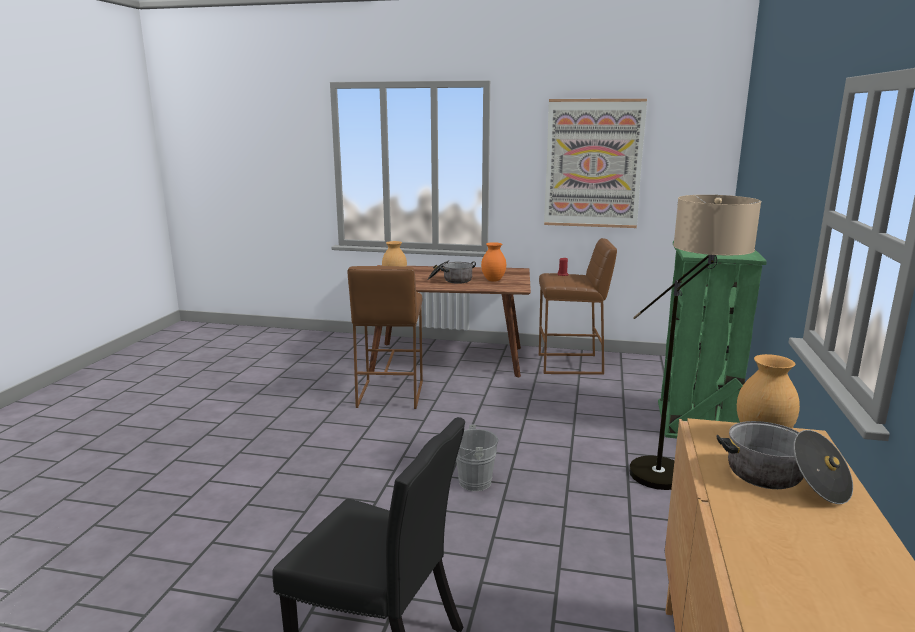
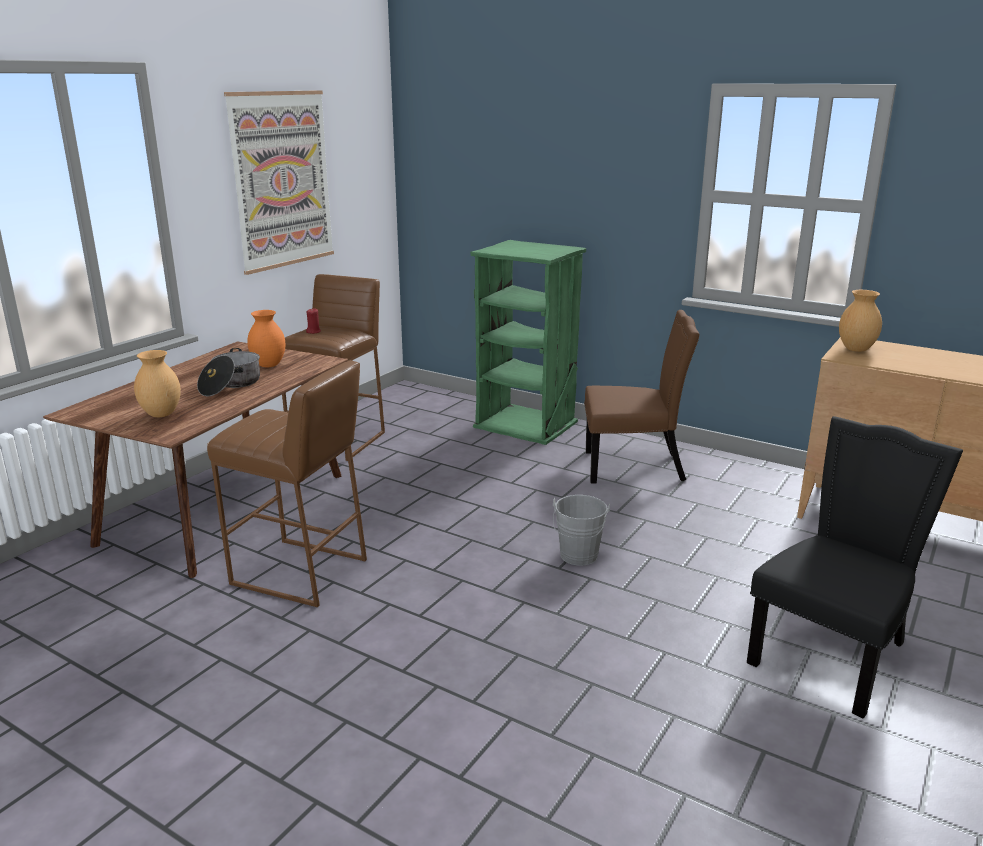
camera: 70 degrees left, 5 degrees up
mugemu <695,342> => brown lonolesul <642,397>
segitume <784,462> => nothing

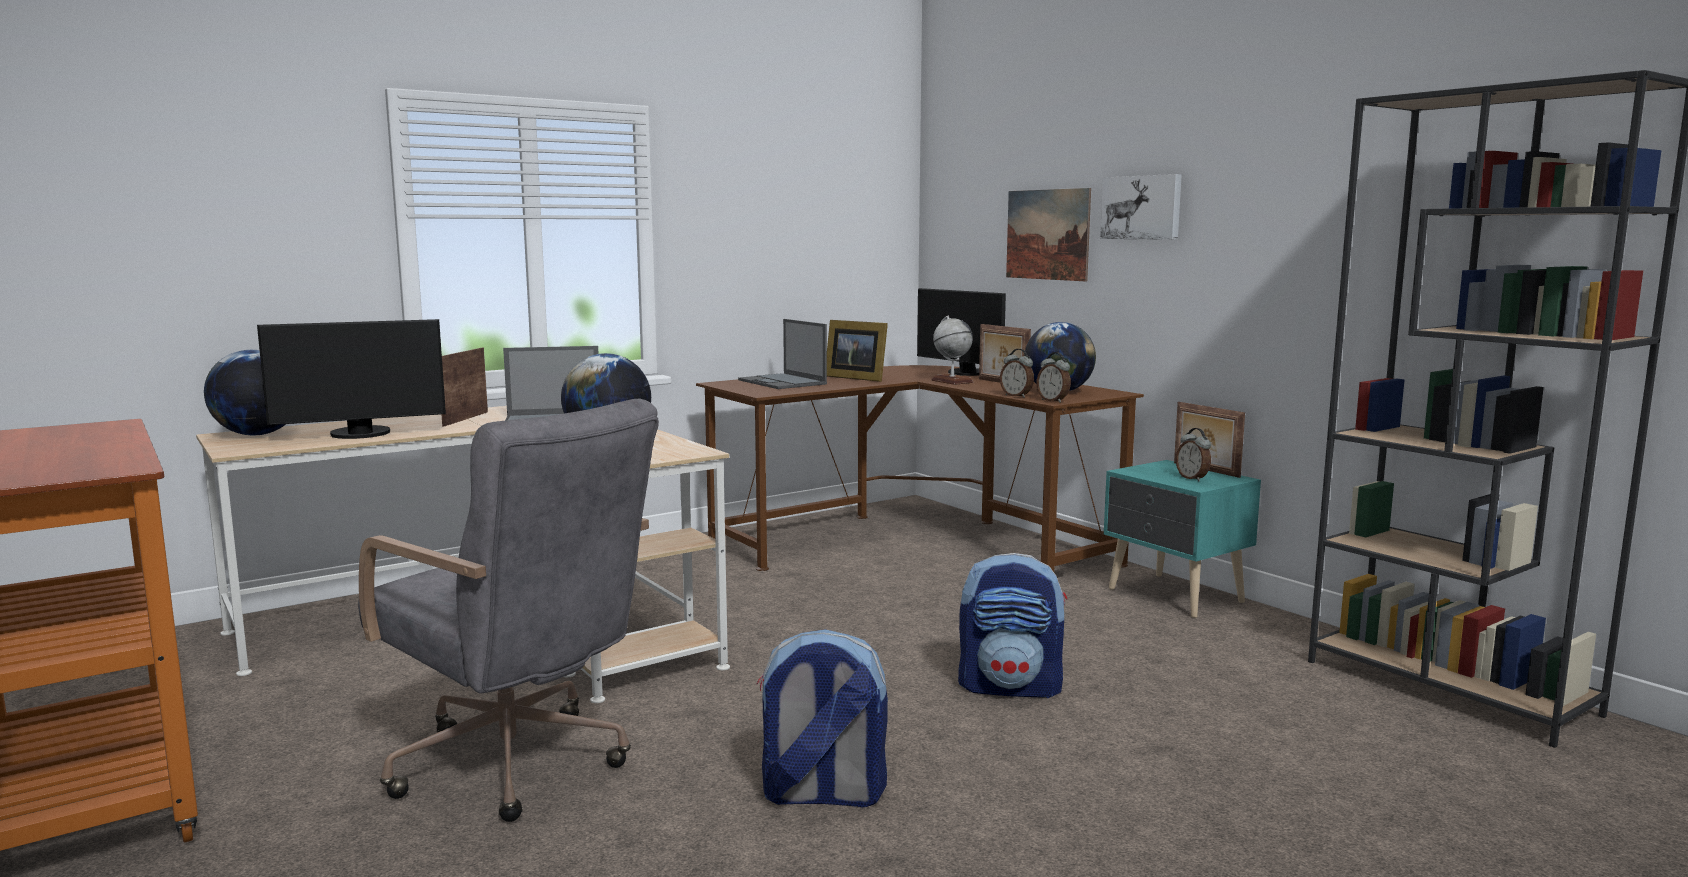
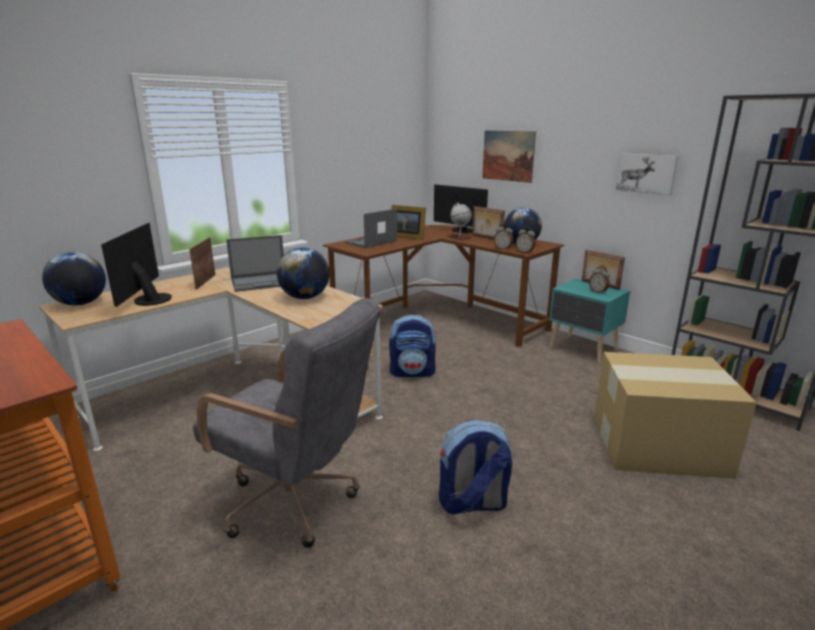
camera: 10 degrees left, 10 degrees up
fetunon <351,379> => fetunon <136,265>, 120 degrees clockwise
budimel <782,354> => budimel <371,228>, 90 degrees clockwise
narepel <1012,626> => narepel <413,345>, relocated
nothing => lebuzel <675,415>
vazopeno <1141,207> => vazopeno <647,174>, relocated

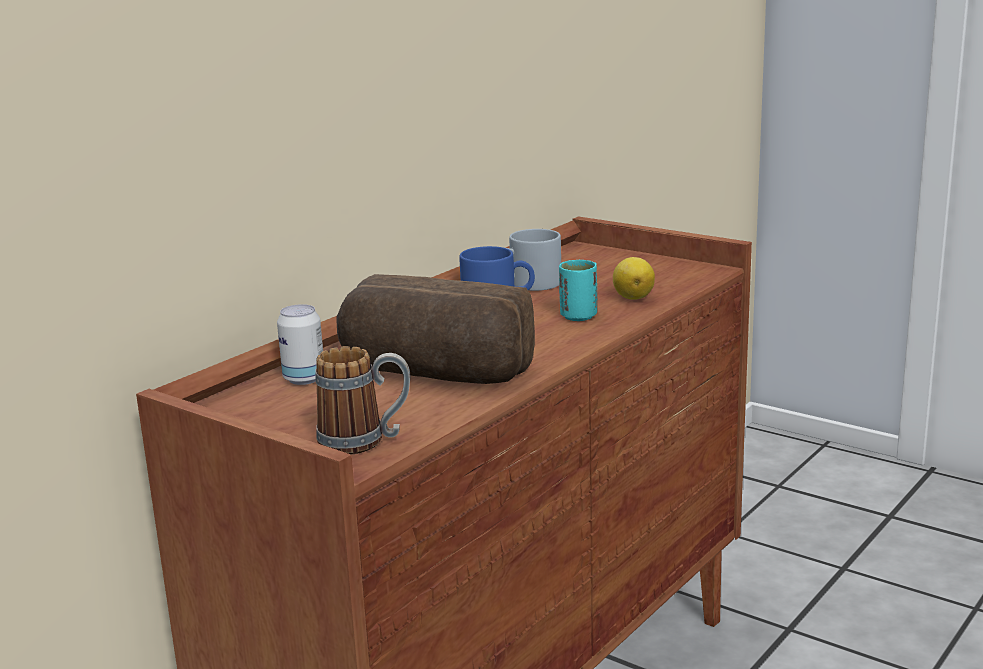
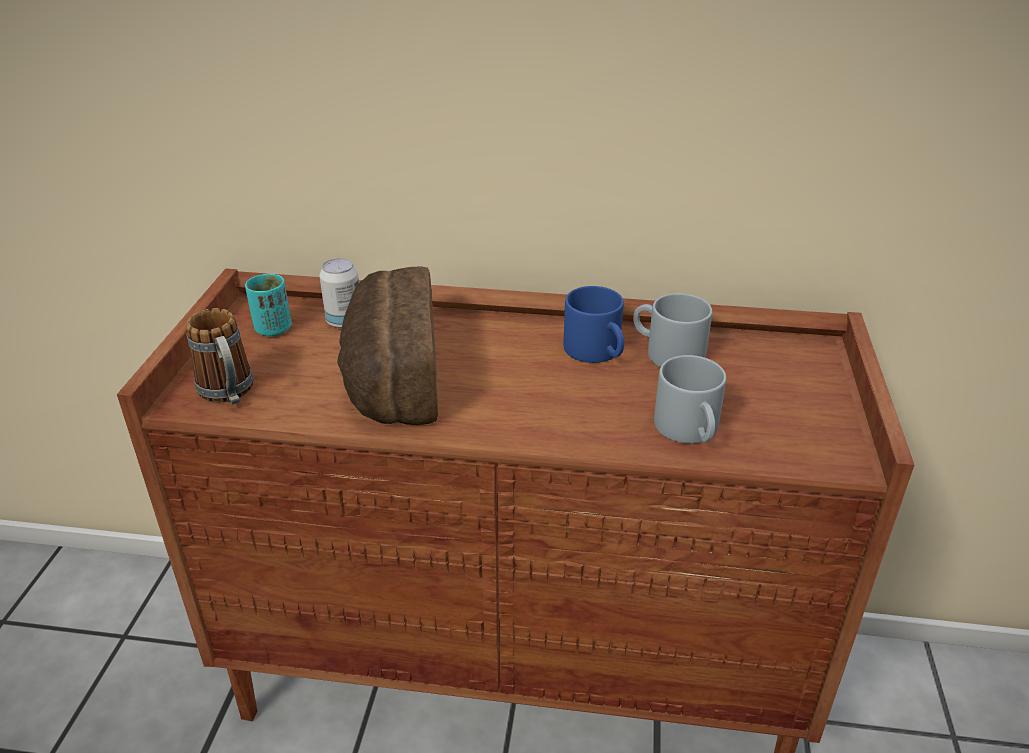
camera: 60 degrees right, 15 degrees up
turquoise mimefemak <578,290> => turquoise mimefemak <268,305>, relocated
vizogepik <634,278> => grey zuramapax <690,399>

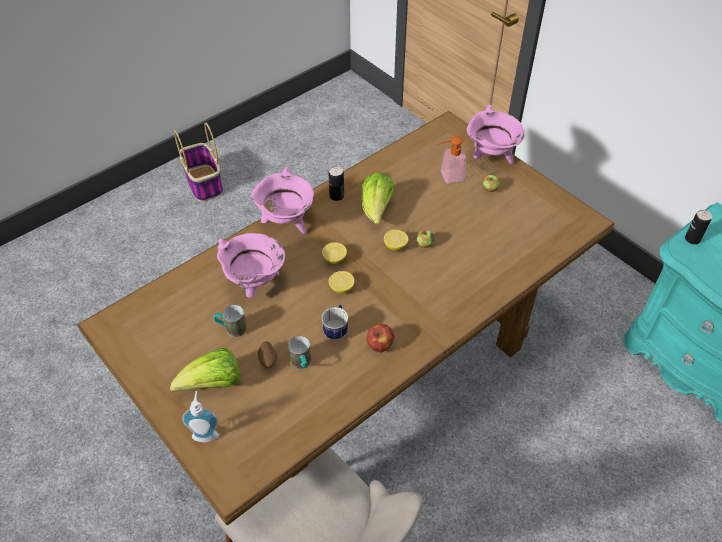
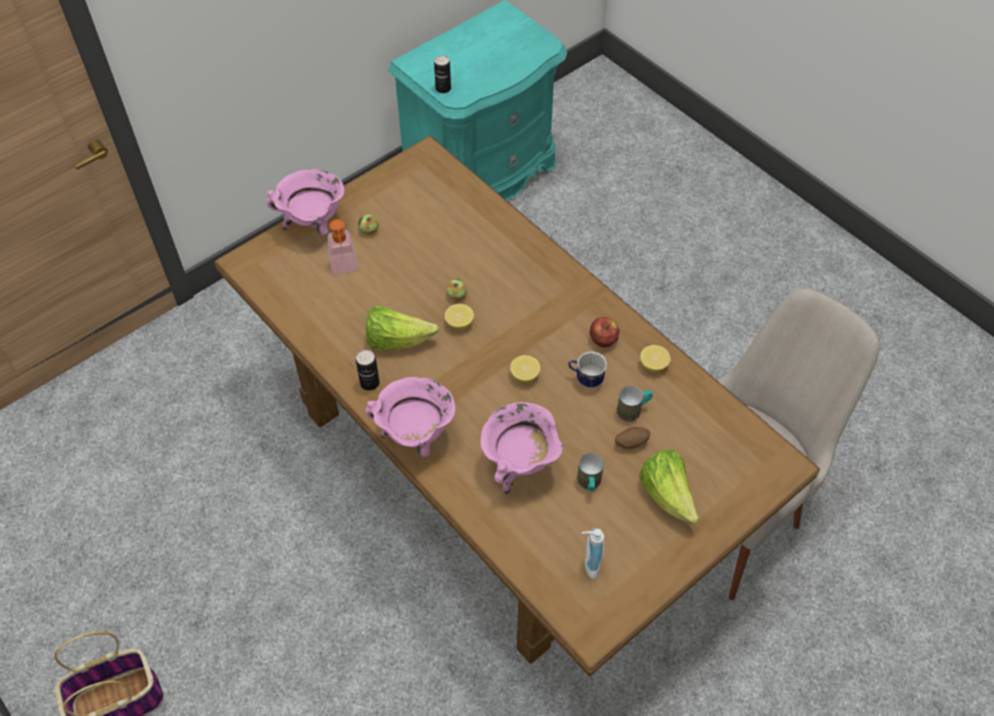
camera: 90 degrees left, 5 degrees up
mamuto <200,416> => mamuto <593,553>, relocated
vizogepik <334,253> => vizogepik <655,358>, relocated

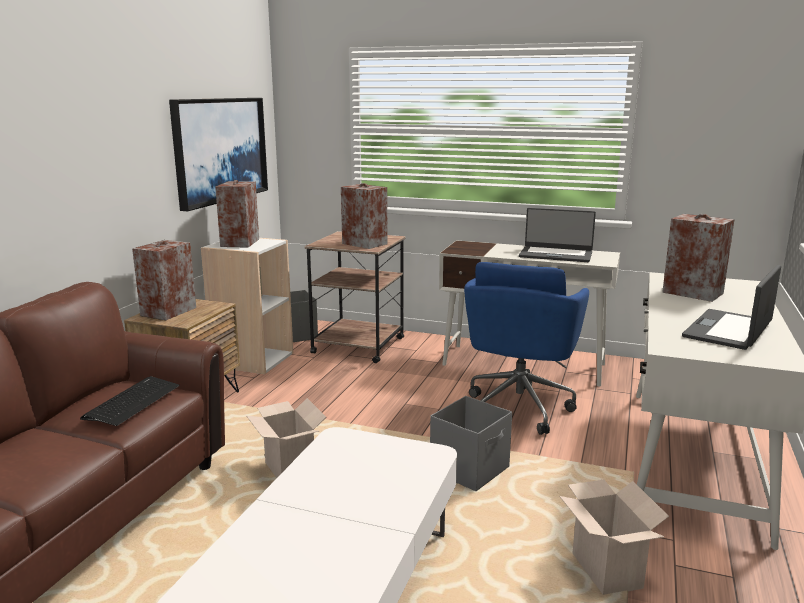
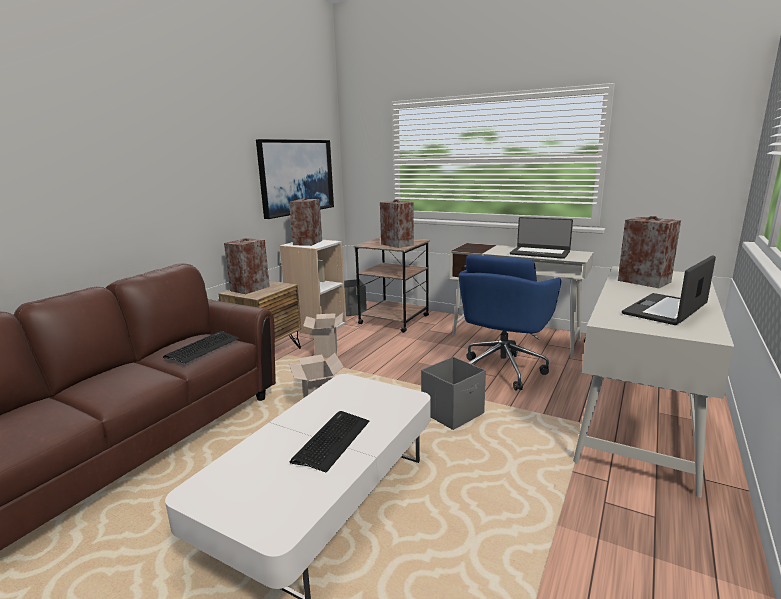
camera: 10 degrees right, 0 degrees up
nothing => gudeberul <329,442>
lebuzel <614,537> => lebuzel <323,335>, relocated

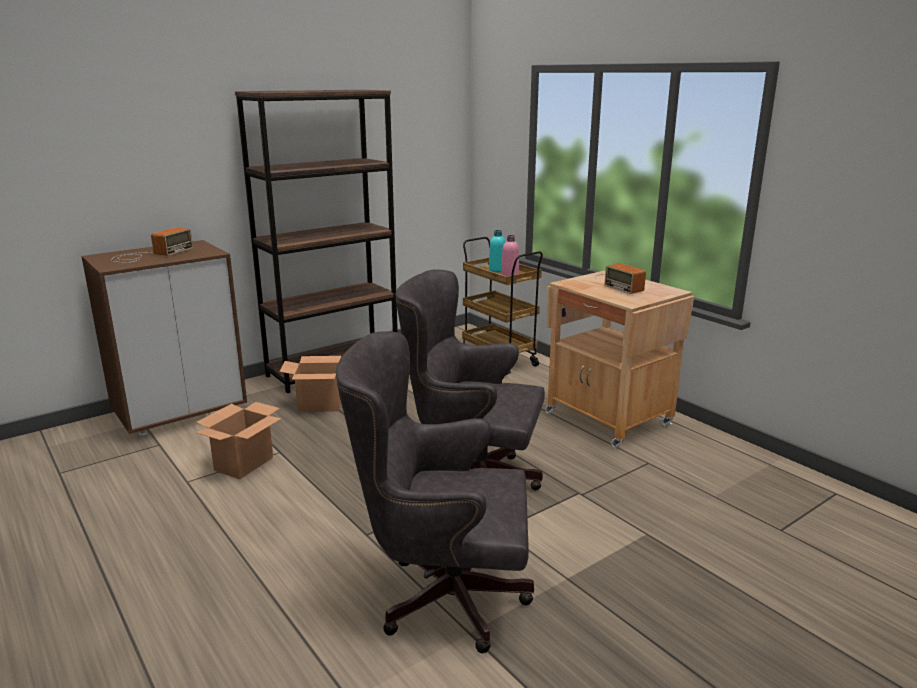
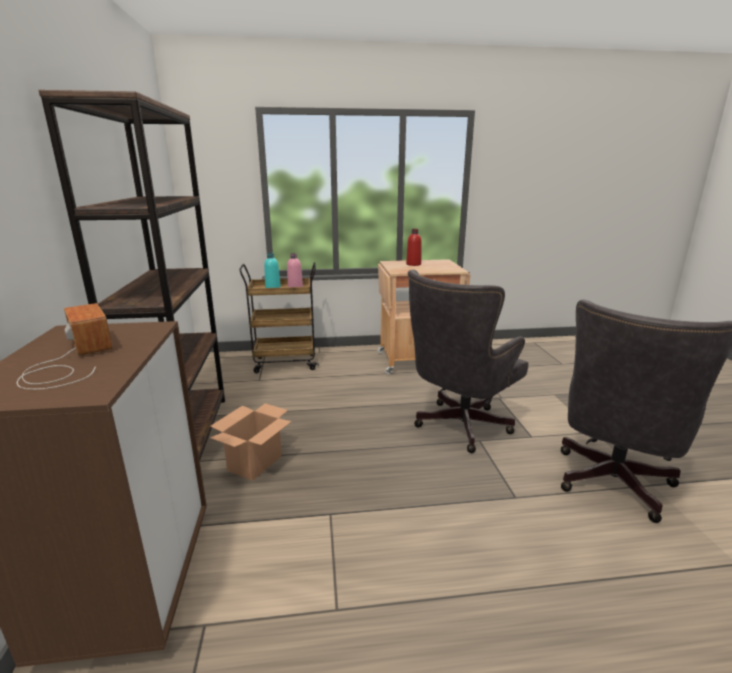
camera: 60 degrees left, 0 degrees up
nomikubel <620,278> => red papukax <414,247>
lebuzel <238,440> => nothing

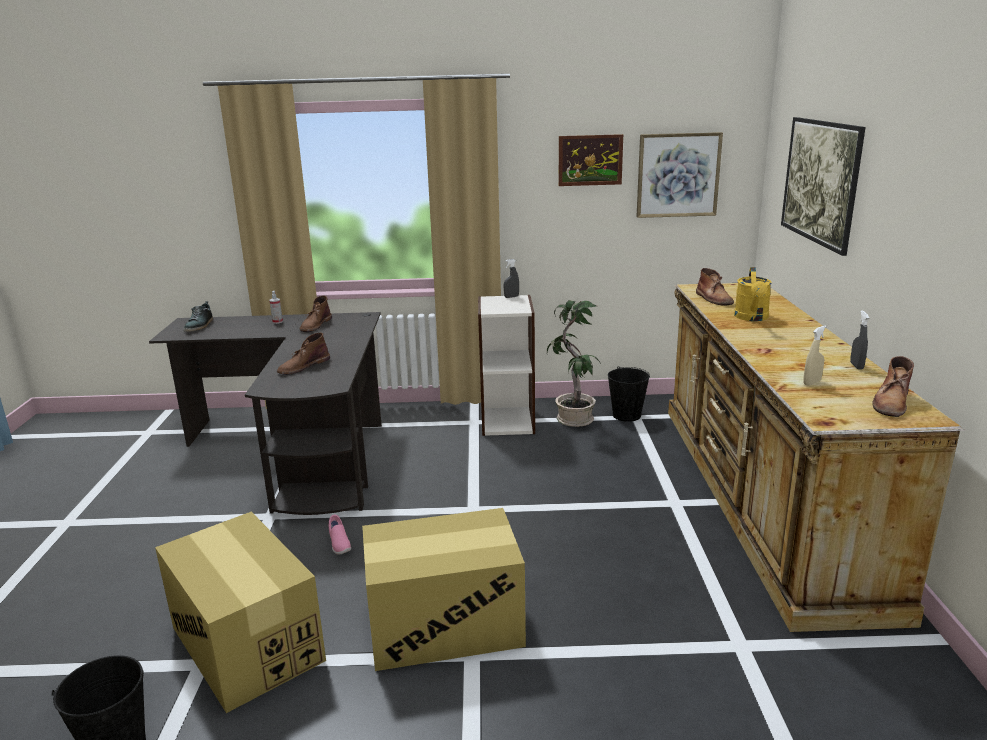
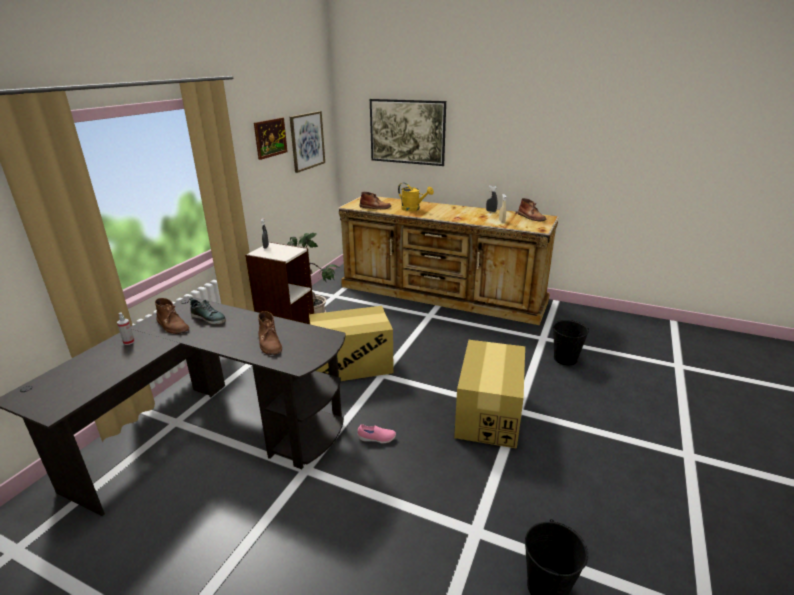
camera: 65 degrees left, 5 degrees up
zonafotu <198,316> => zonafotu <207,311>, relocated
lebuzel <240,612> => lebuzel <351,343>, relocated
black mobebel <629,394> => black mobebel <571,342>, relocated

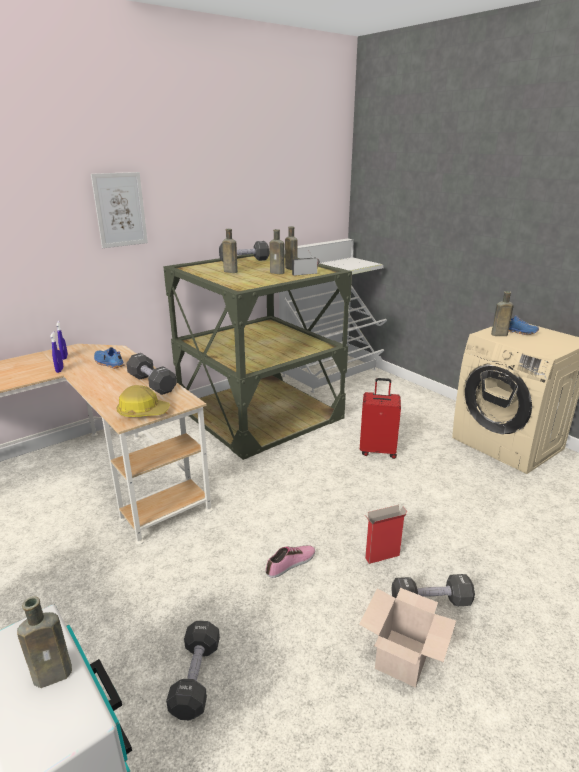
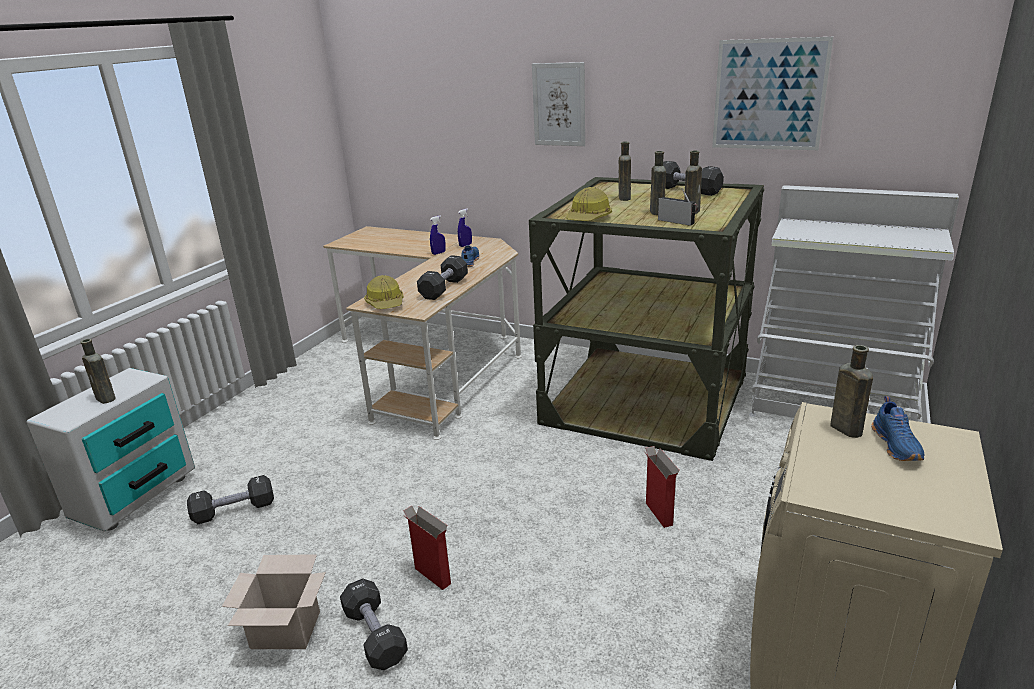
camera: 65 degrees right, 0 degrees up
nothing => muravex <589,204>
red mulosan <380,418> => lebuzel <662,487>
nothing => vazopeno <772,93>
zonafotu <290,562> => nothing

